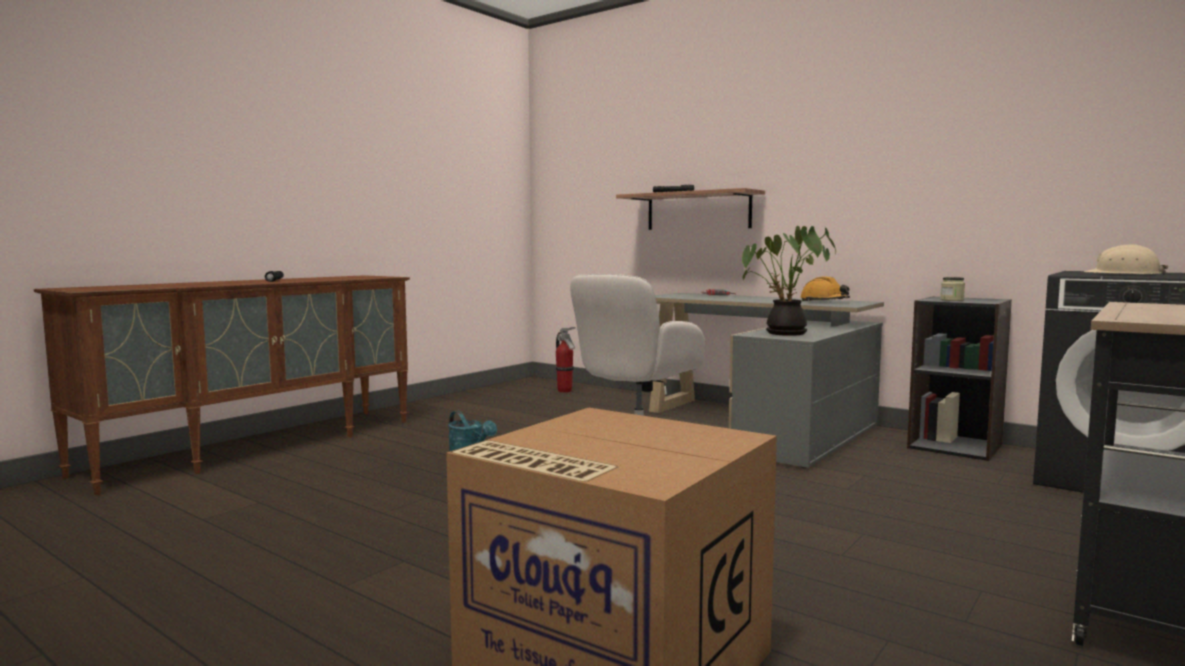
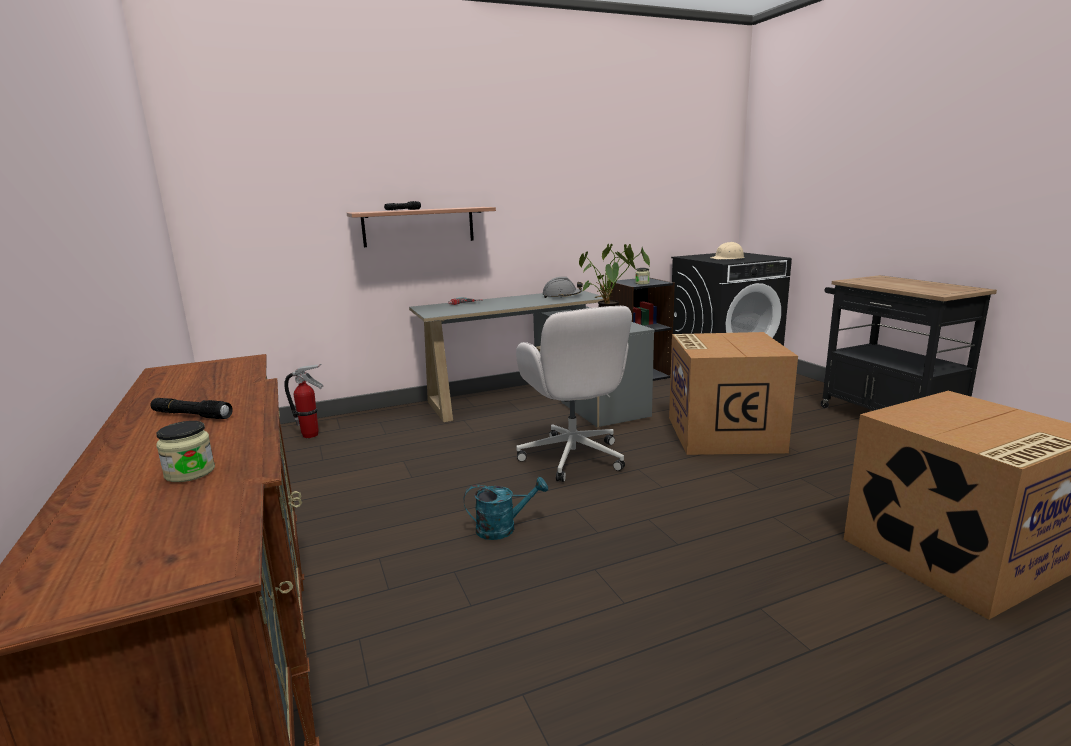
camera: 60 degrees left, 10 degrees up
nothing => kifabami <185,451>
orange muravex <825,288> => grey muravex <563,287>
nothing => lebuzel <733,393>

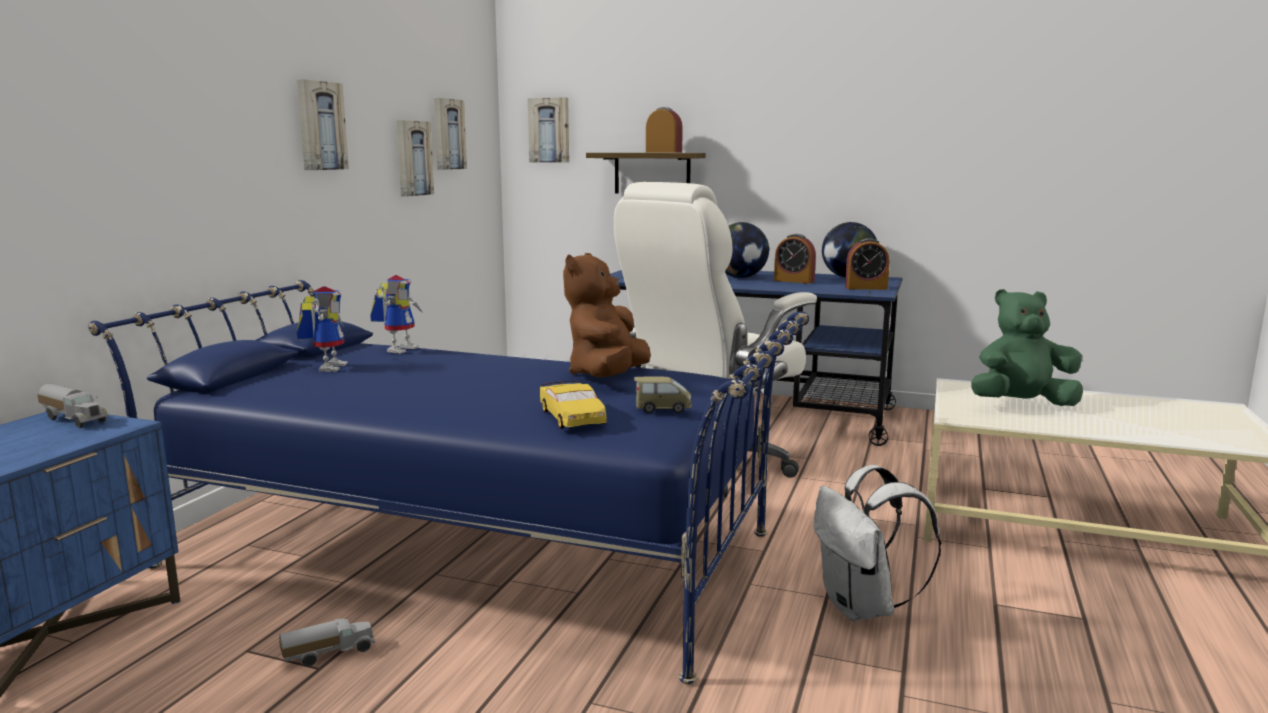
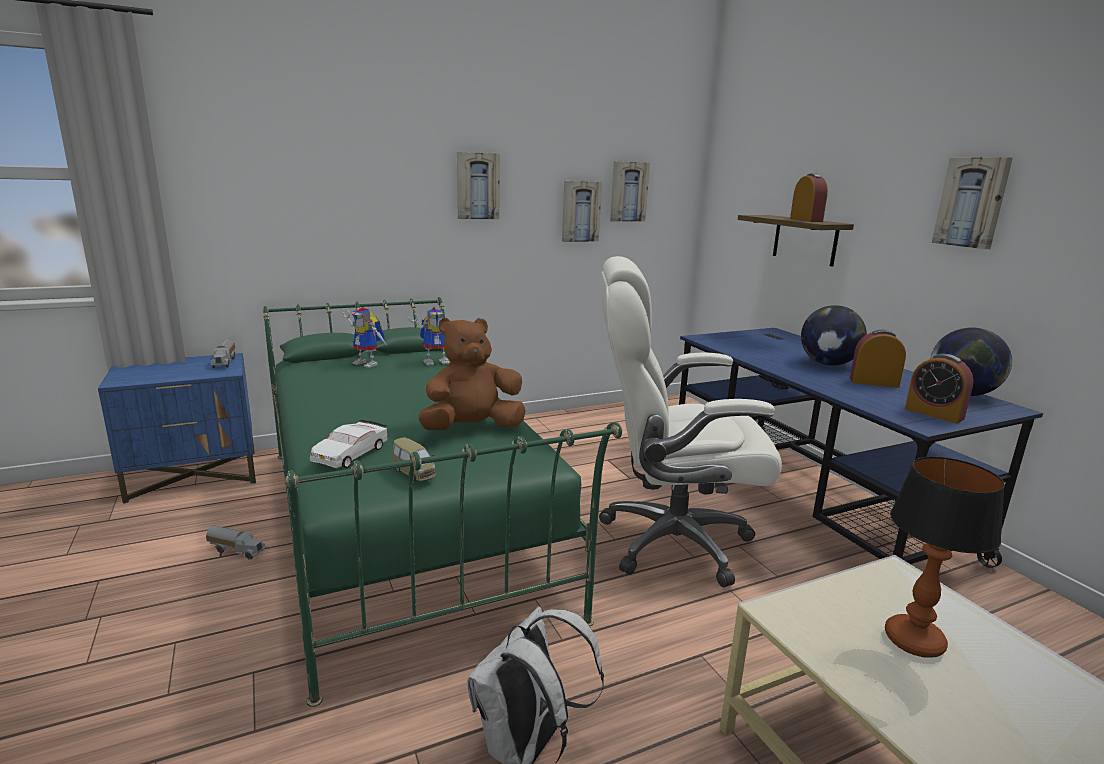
camera: 45 degrees right, 5 degrees up
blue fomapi <448,482> => green fomapi <442,502>
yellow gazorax <573,405> => white gazorax <348,444>
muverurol <322,329> => muverurol <365,337>, 75 degrees clockwise
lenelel <795,259> => lenelel <878,359>, 120 degrees clockwise
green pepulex <1027,347> => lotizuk <945,557>
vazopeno <548,130> => vazopeno <972,203>, relocated

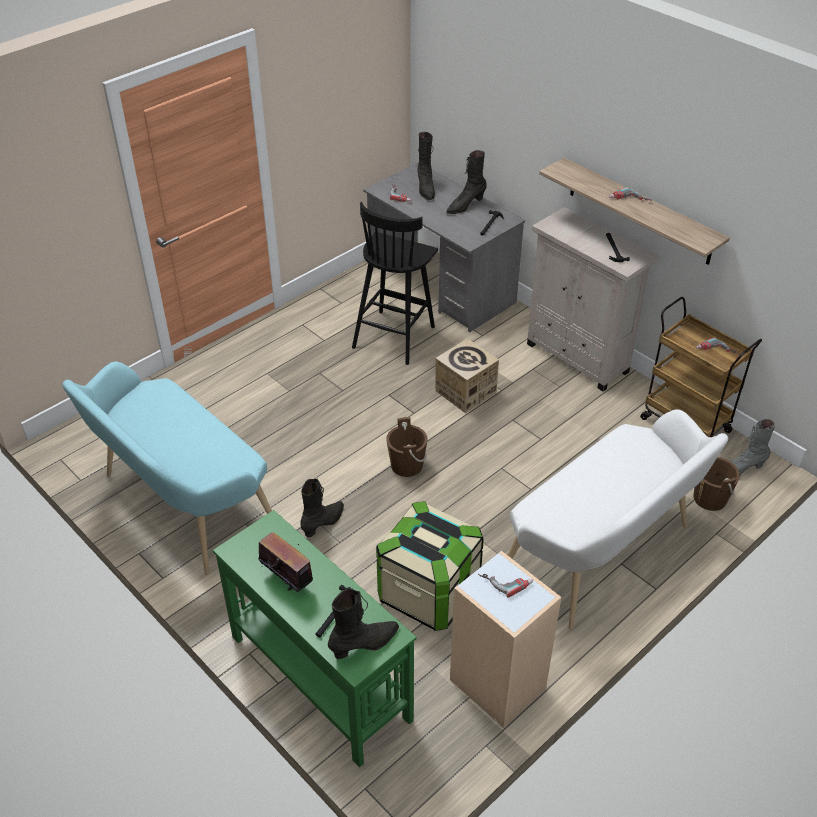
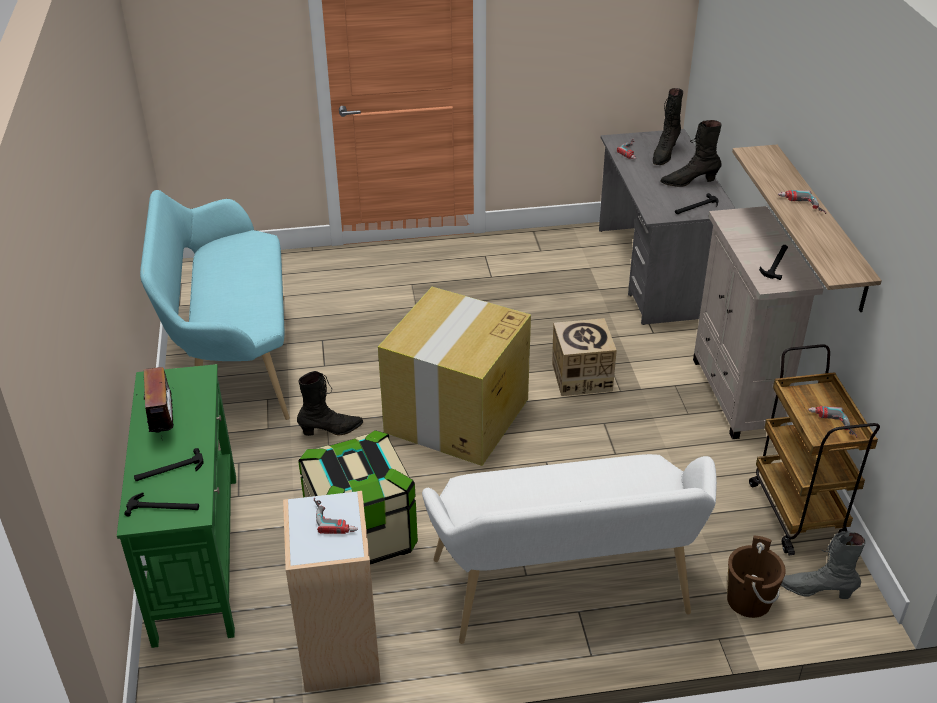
camera: 35 degrees right, 5 degrees down
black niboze <363,624> => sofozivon <161,504>
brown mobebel <406,447> => lebuzel <454,376>
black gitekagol <395,283> => nothing

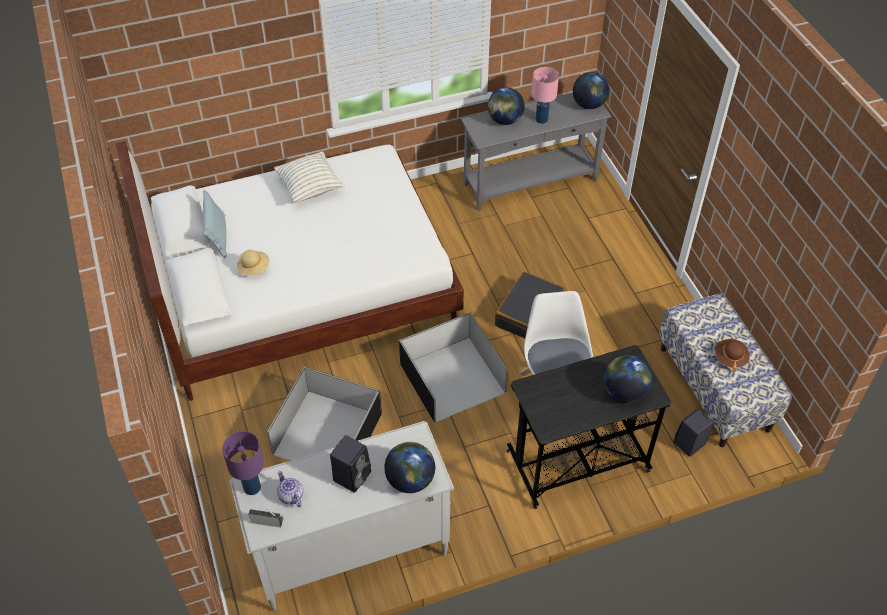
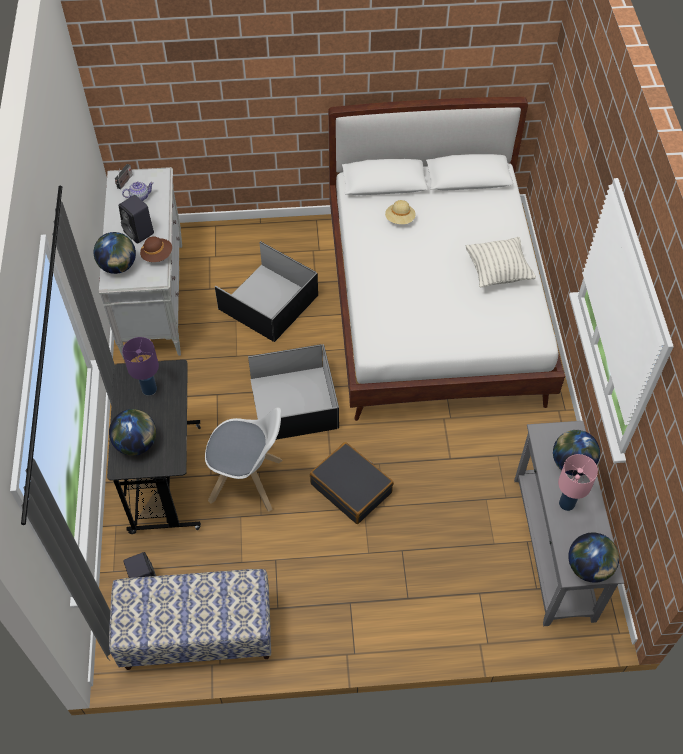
camera: 105 degrees right, 5 degrees up
purple lotizuk <243,463> => purple lotizuk <140,366>, relocated
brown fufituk <732,355> => brown fufituk <156,249>, relocated
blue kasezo <215,224> => nothing

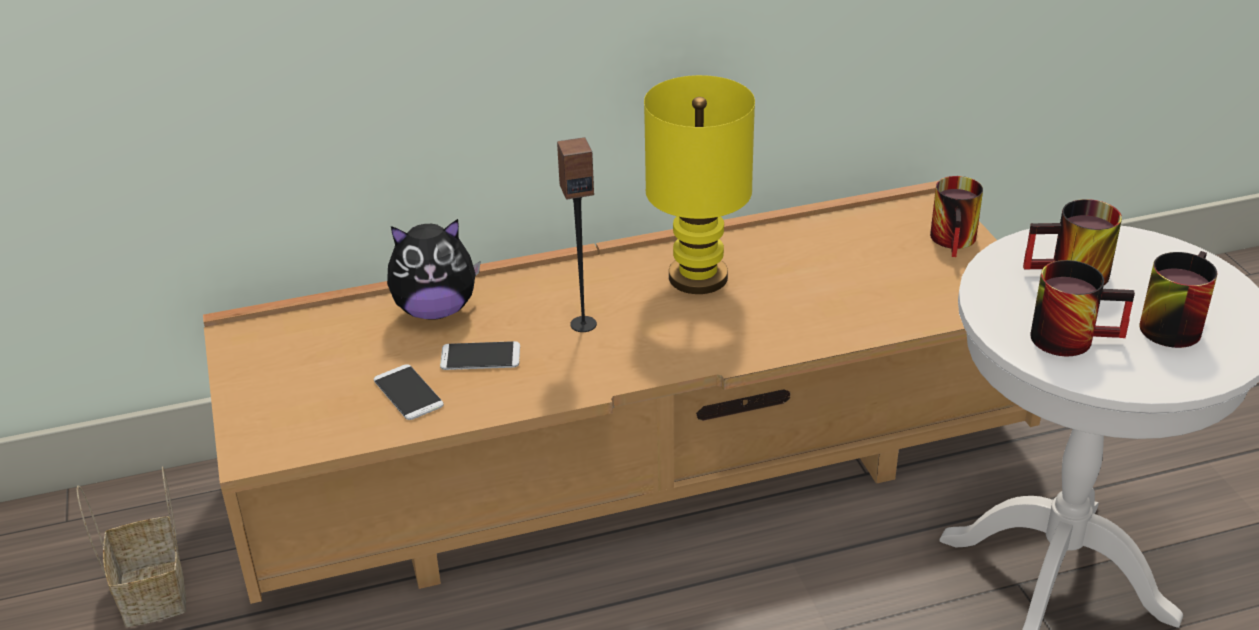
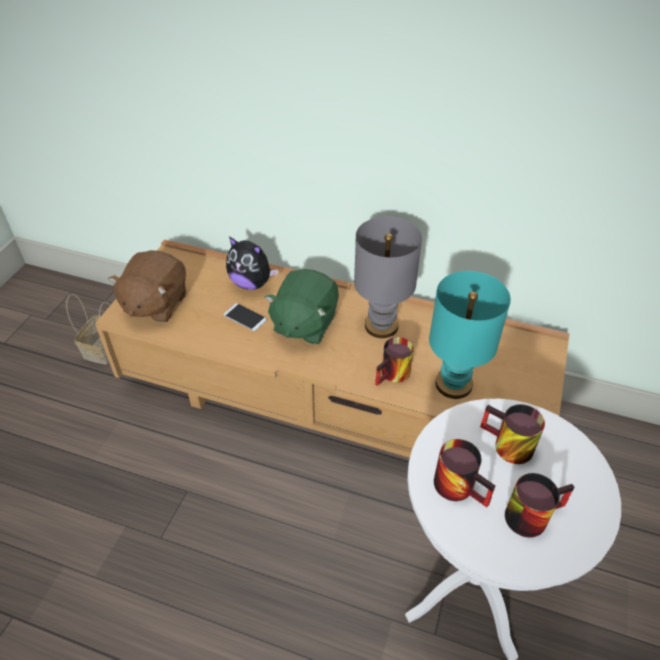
camera: 35 degrees right, 10 degrees up
nothing => brown pepulex <147,286>
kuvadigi <577,234> => green pepulex <301,306>
yellow lotizuk <699,184> => grey lotizuk <388,277>
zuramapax <956,216> => zuramapax <394,361>, relocated
nothing => turquoise lotizuk <470,335>
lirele <409,392> => nothing

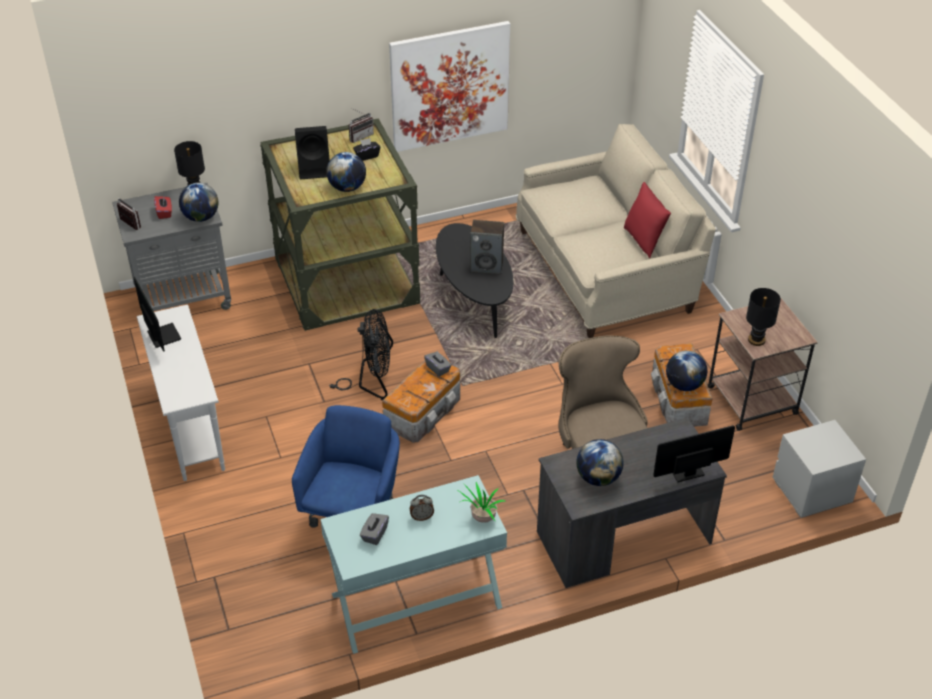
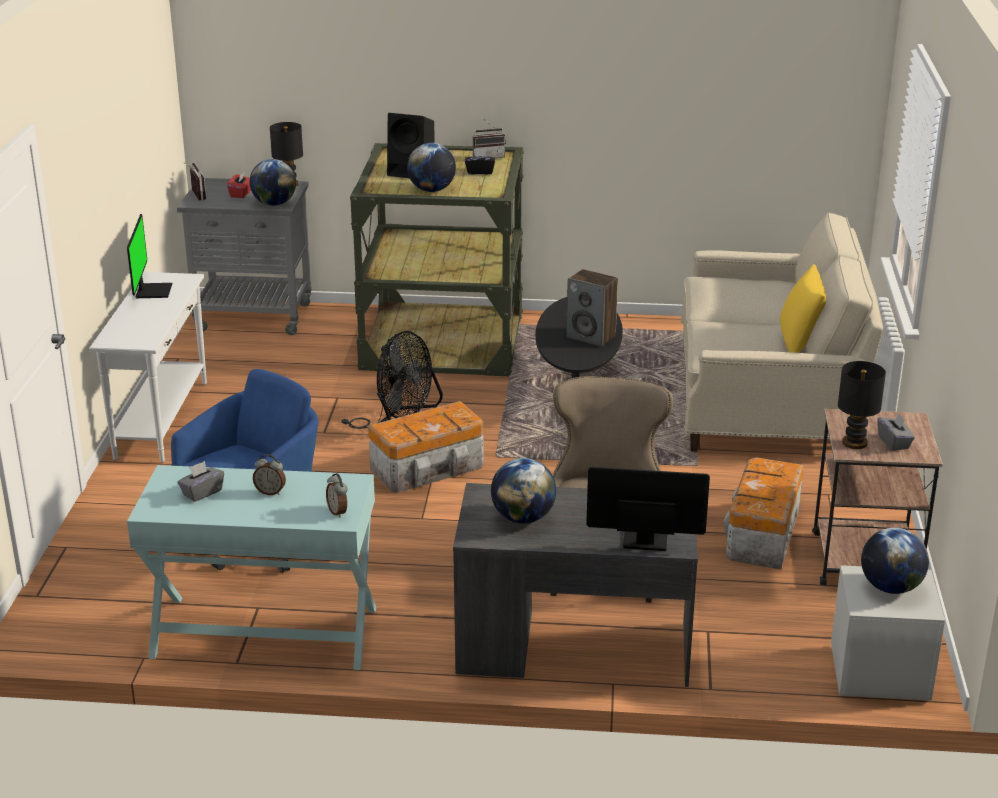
camera: 25 degrees right, 15 degrees down
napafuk <482,502> => lenelel <337,495>
red kasezo <647,220> => yellow kasezo <803,308>
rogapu <686,370> => rogapu <895,561>, relocated
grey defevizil <437,364> => grey defevizil <896,432>, relocated
vazopeno <449,86> => nothing

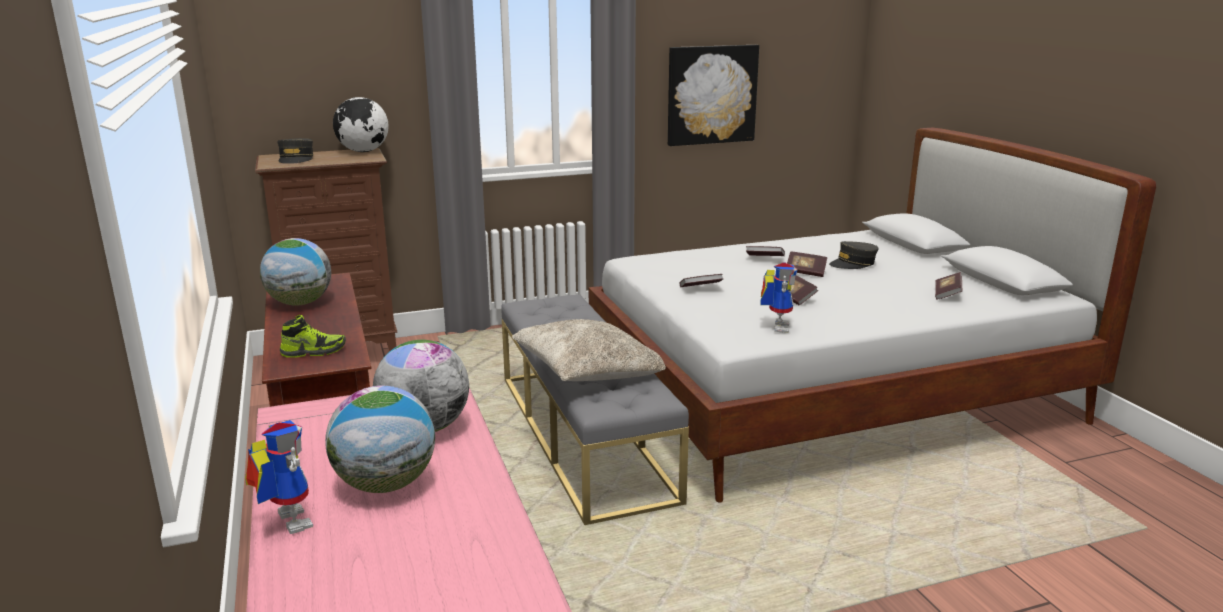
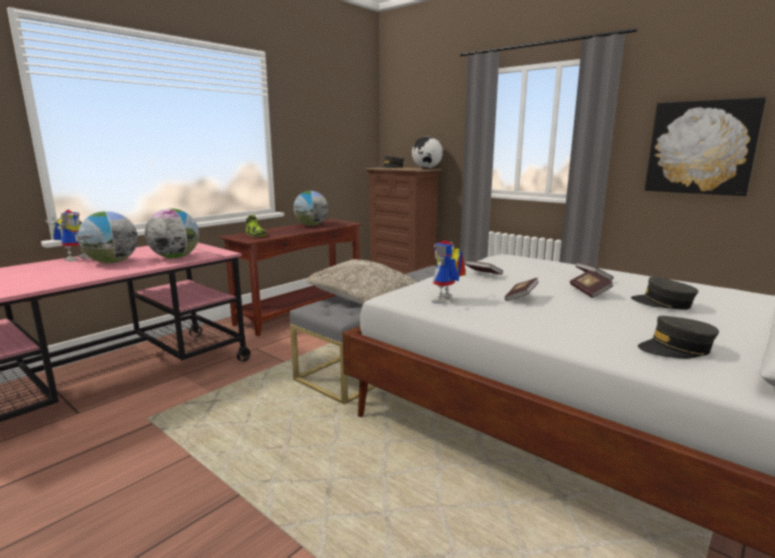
camera: 60 degrees right, 5 degrees down
muverurol <778,298> => muverurol <449,272>, 135 degrees clockwise
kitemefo <949,286> => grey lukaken <678,337>

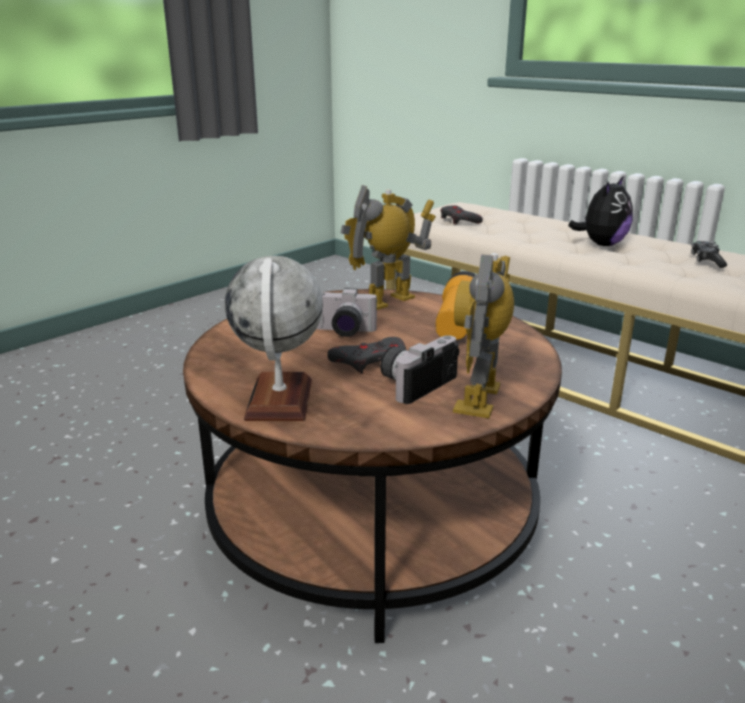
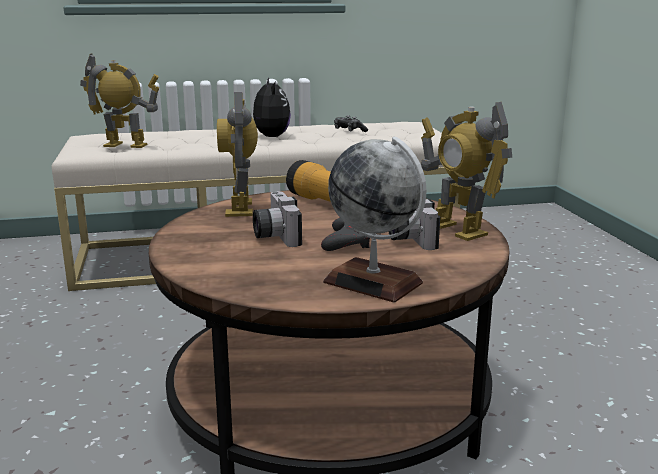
camera: 55 degrees left, 5 degrees down
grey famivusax <462,215> => muverurol <119,100>
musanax <347,312> => musanax <277,219>, 120 degrees clockwise

